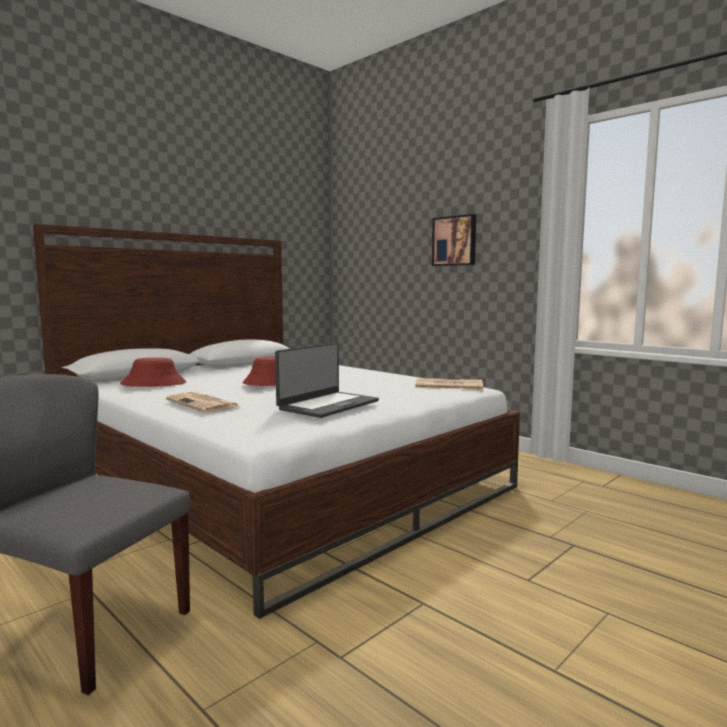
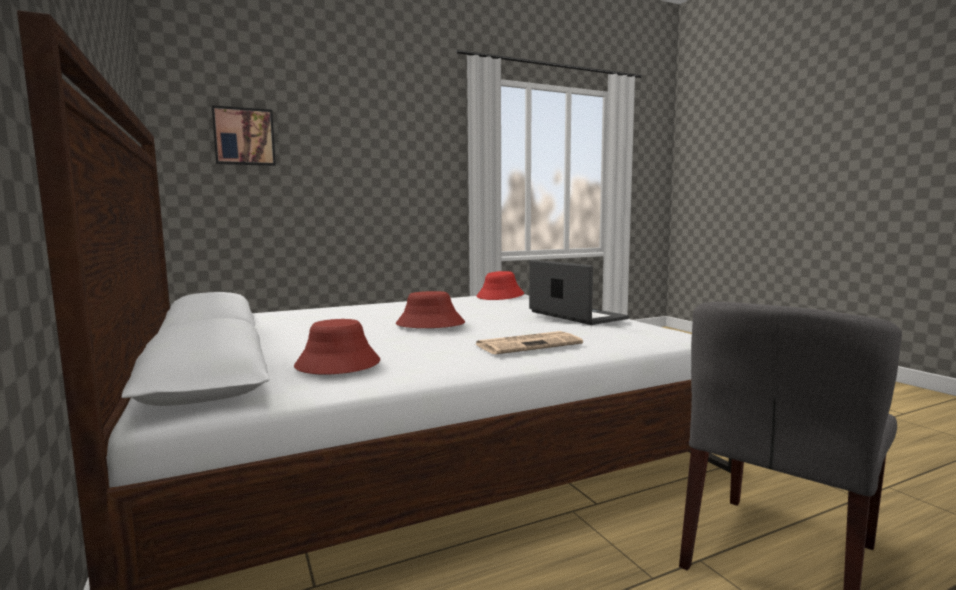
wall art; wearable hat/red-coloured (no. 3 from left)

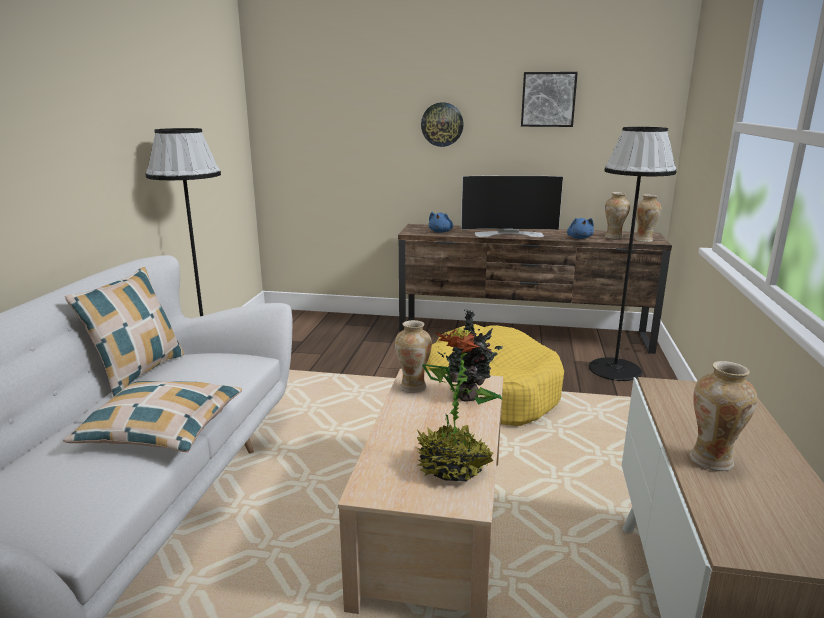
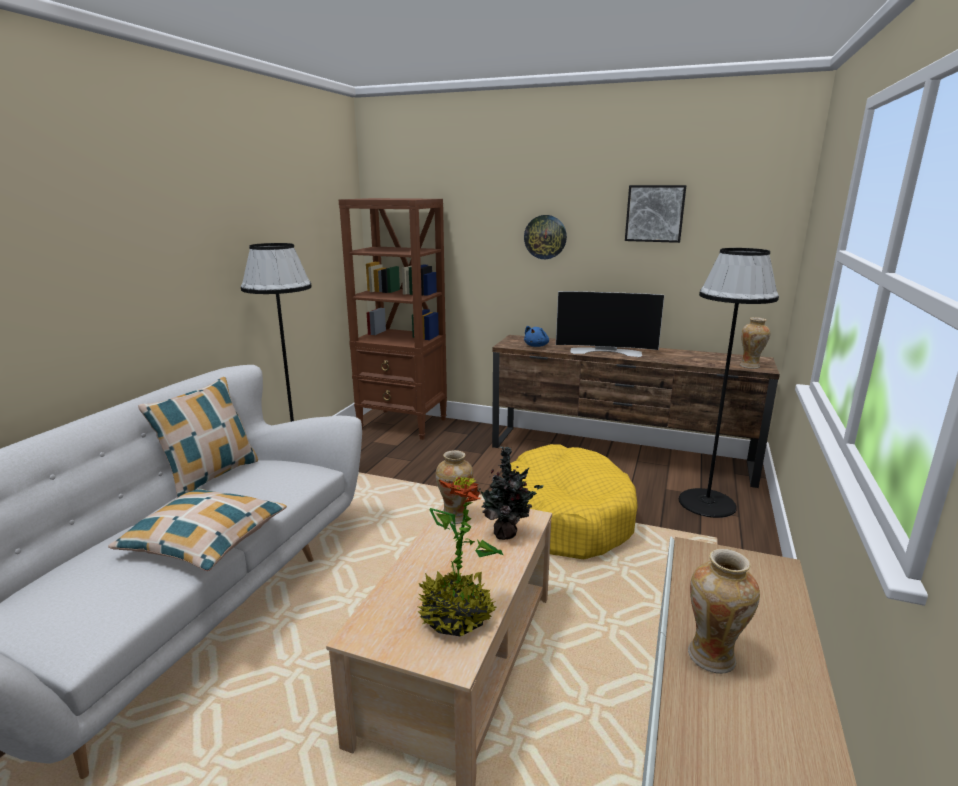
decorative vase (no. 2 from left in the first image); cuddly toy/bluish (no. 2 from left in the first image); bookcase/brown-coloured

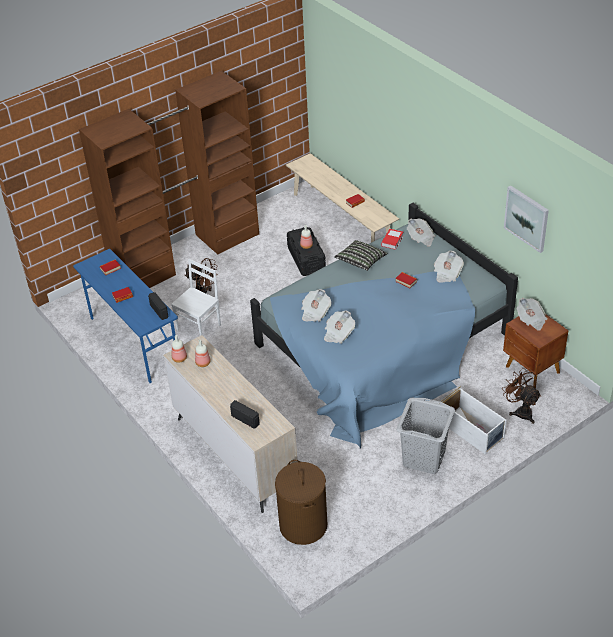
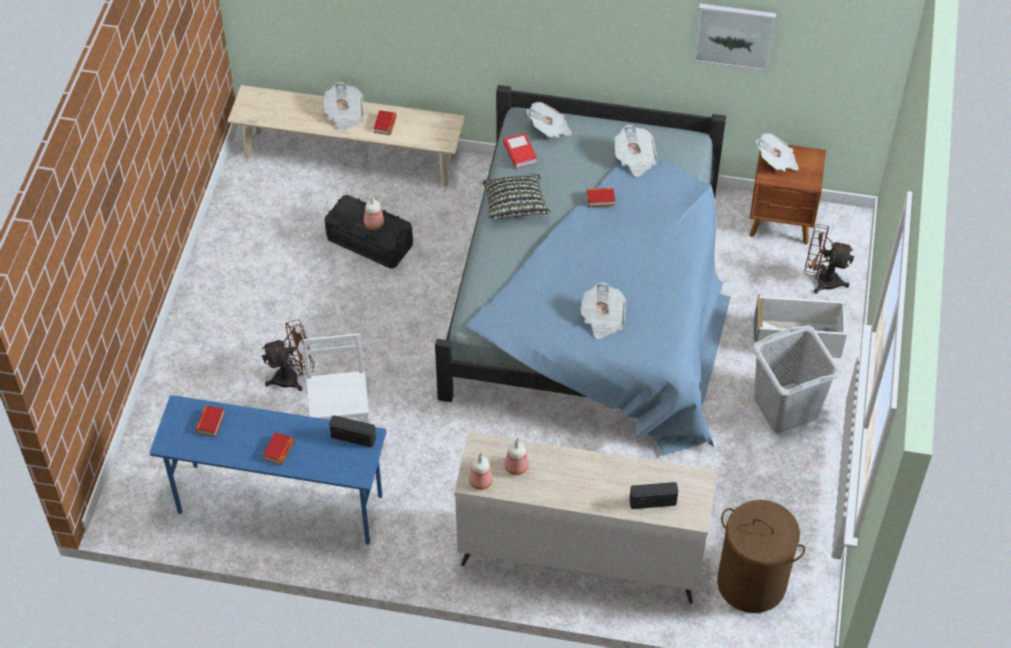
clothes cupboard/brown-coloured; newspaper (no. 1 from left)

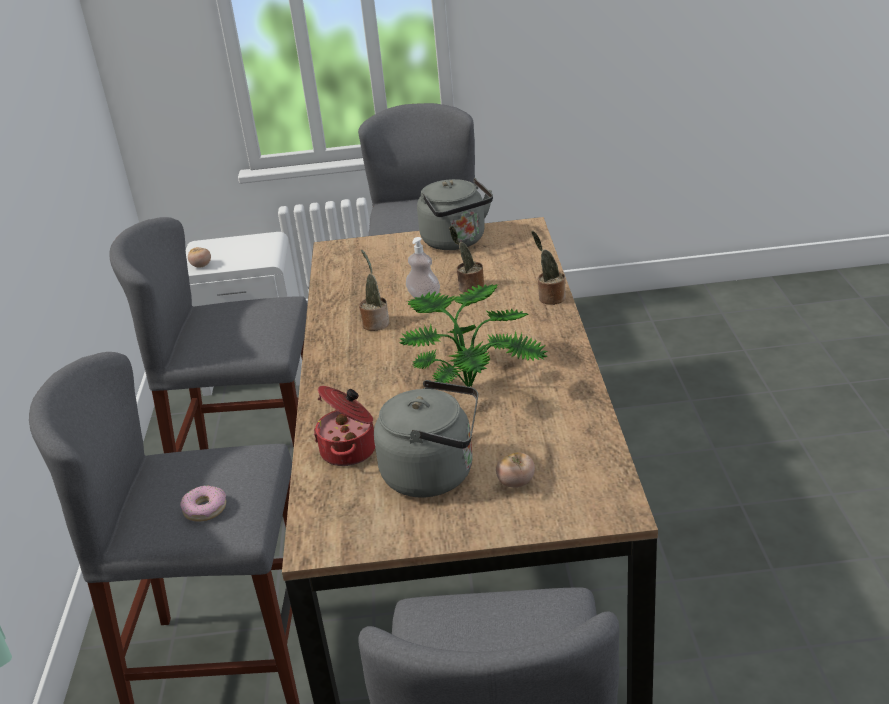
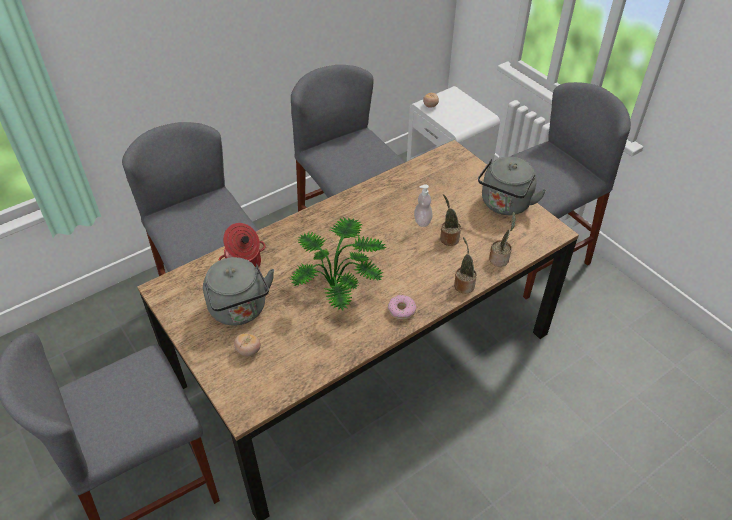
houseplant (no. 4 from left); donut

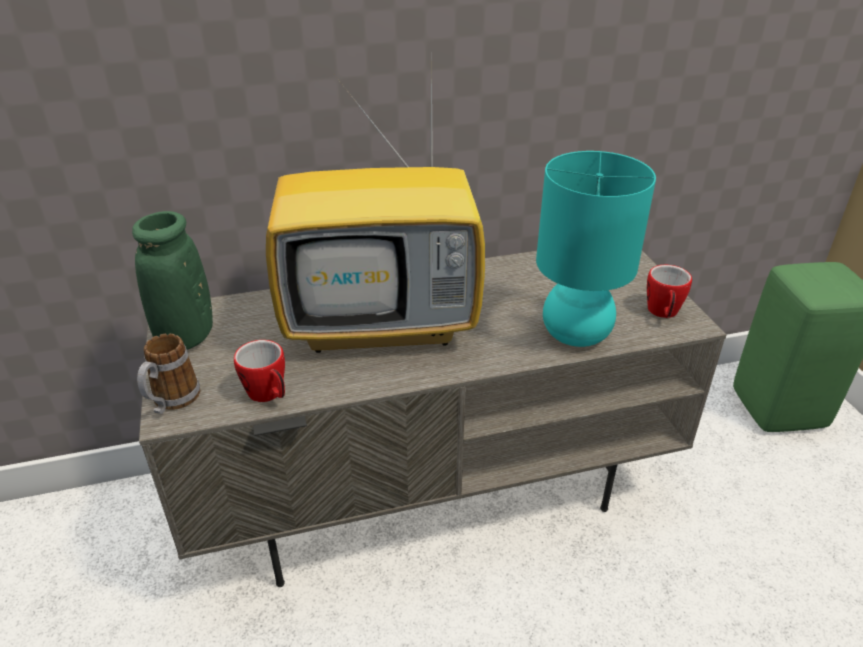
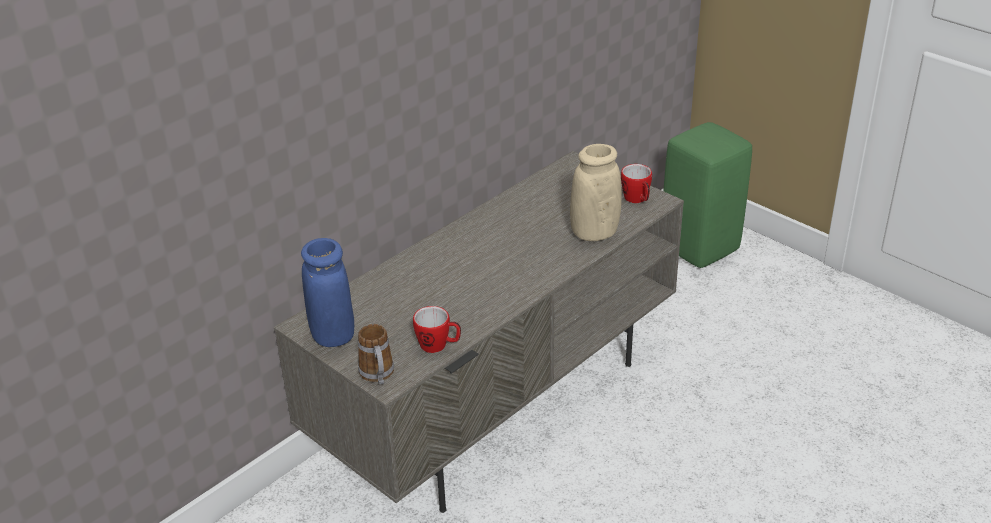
TV; decorative vase/beige; decorative vase/bluish

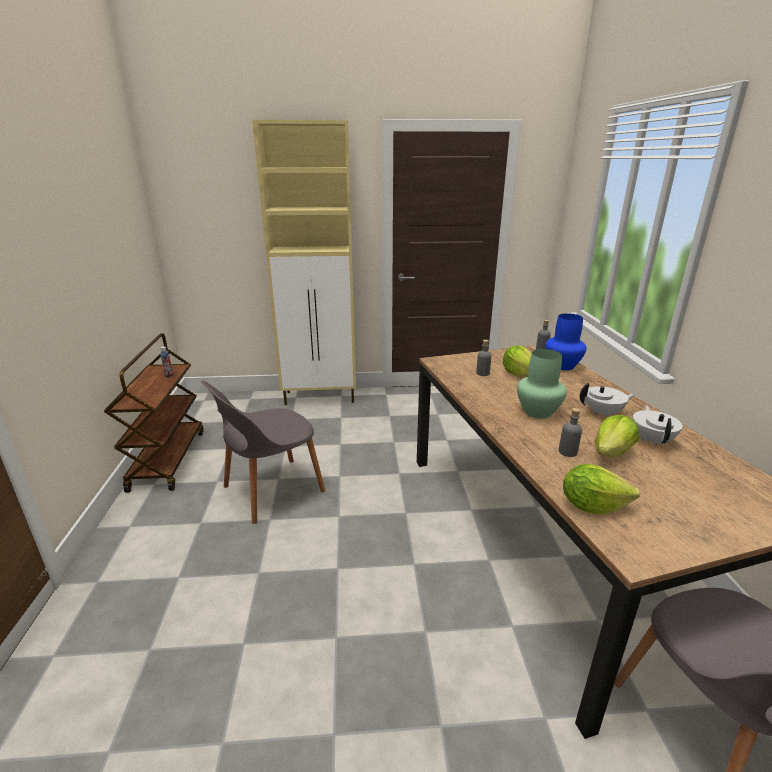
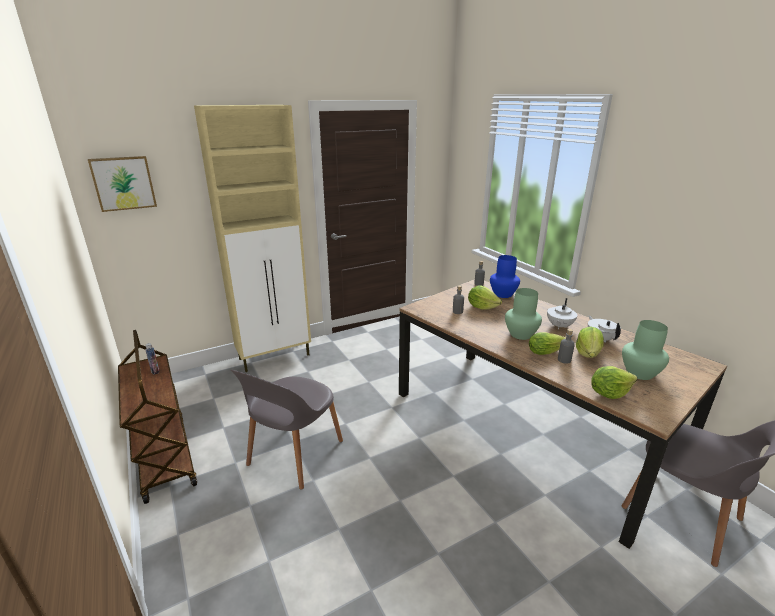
teapot/whitish (no. 1 from left); wall art; decorative vase/green-coloured (no. 2 from left); head of lettuce (no. 2 from left)

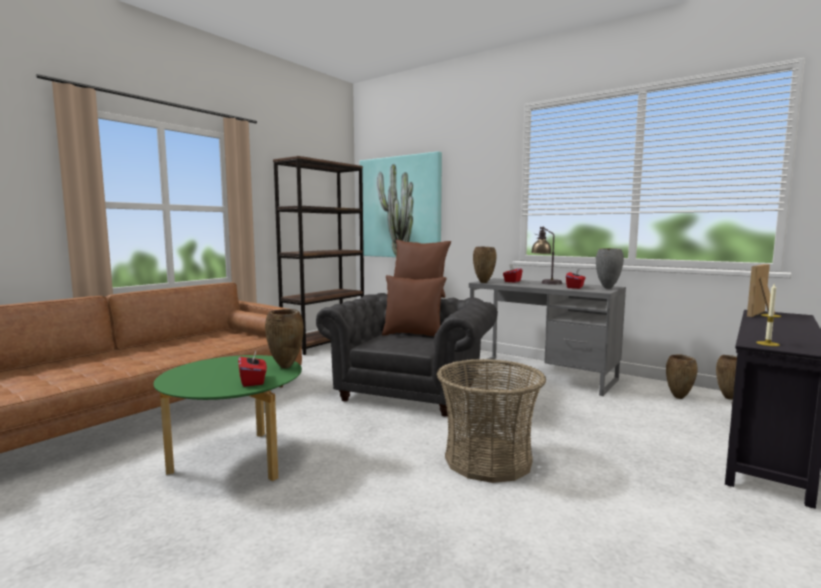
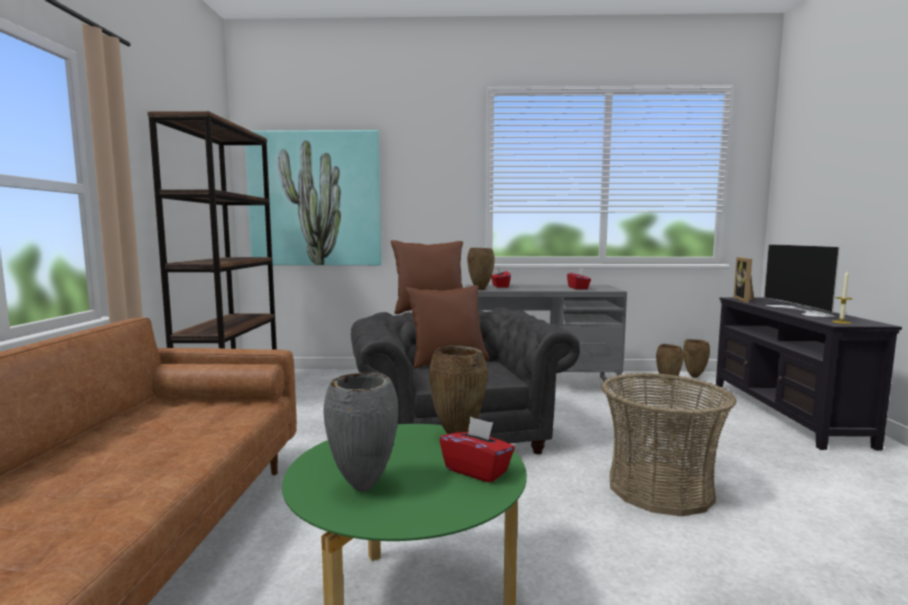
table lamp; decorative vase/gray; TV

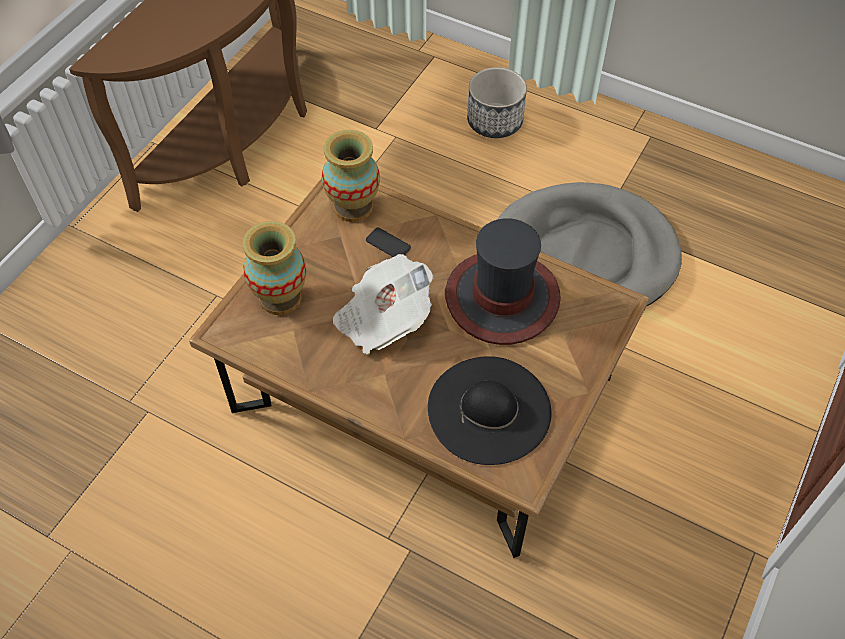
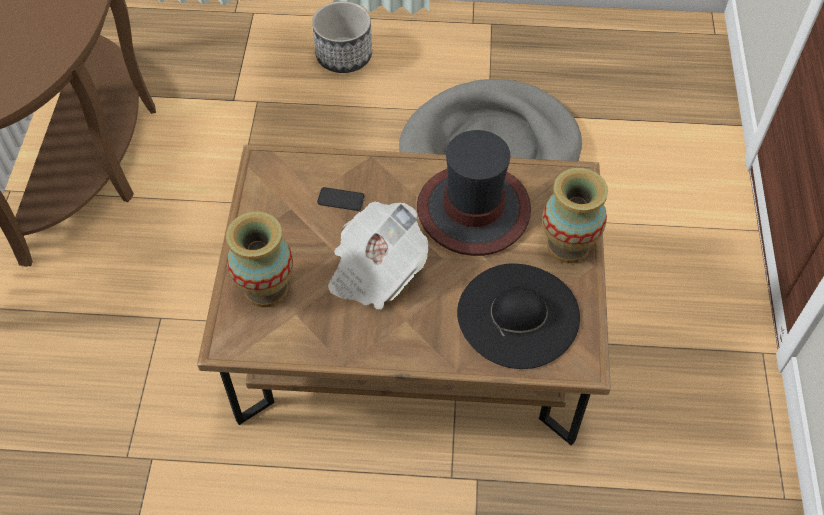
decorative vase (no. 2 from left)

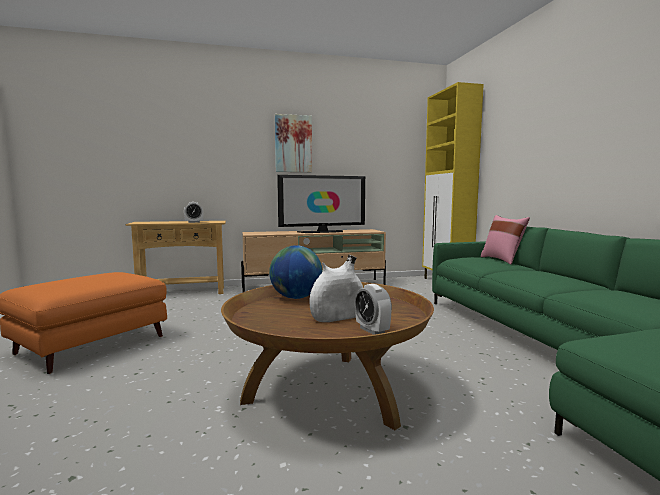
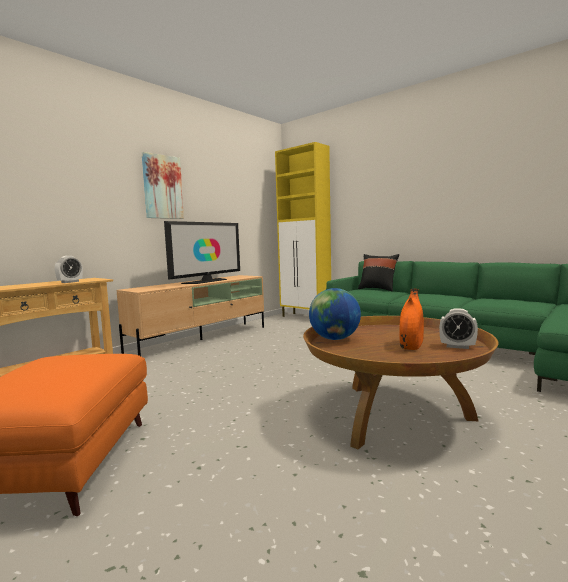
pillow/blackish; decorative vase/orange-coloured

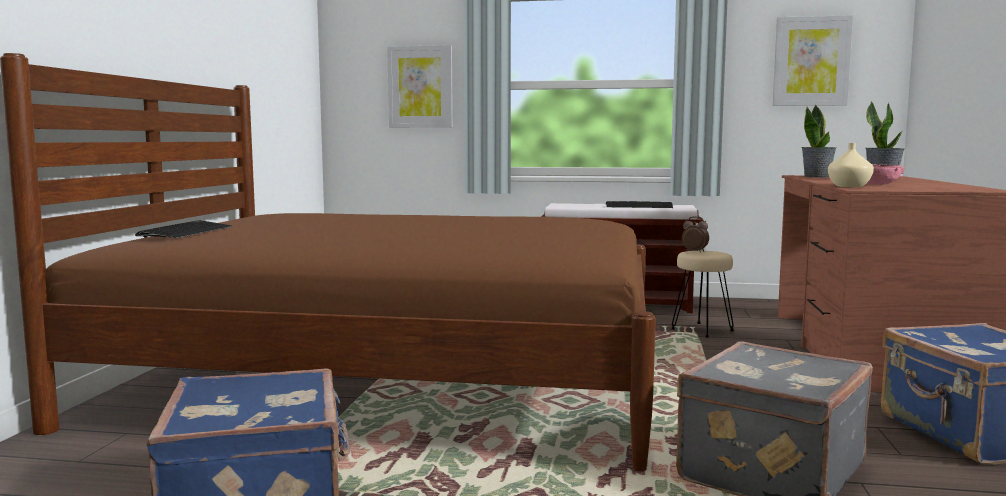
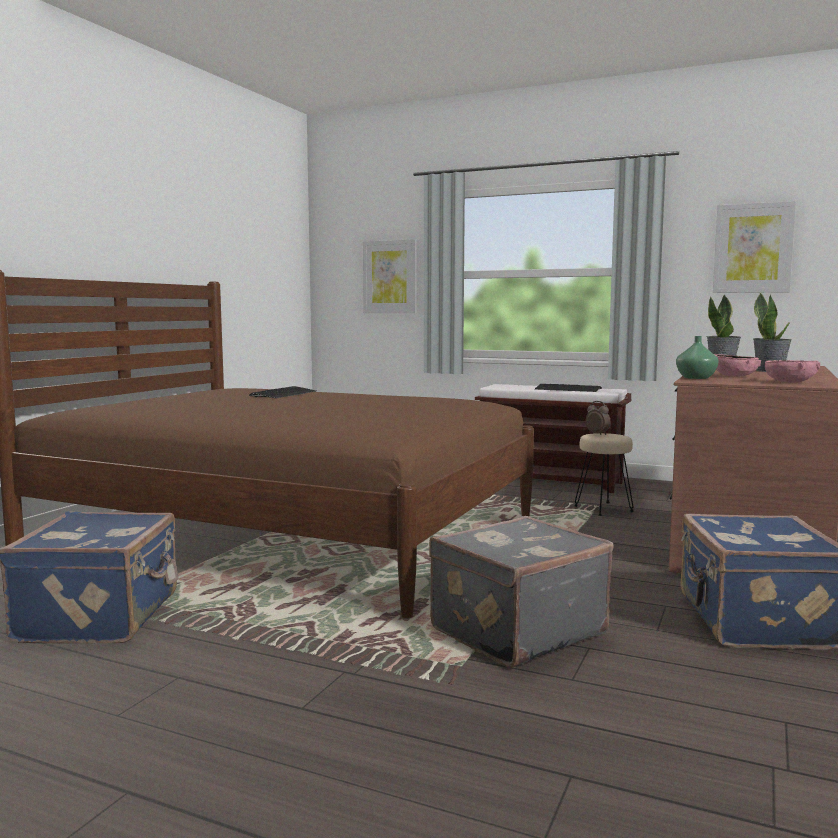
decorative vase/green-coloured; computer keyboard (no. 1 from left); bowl/pink (no. 2 from left)

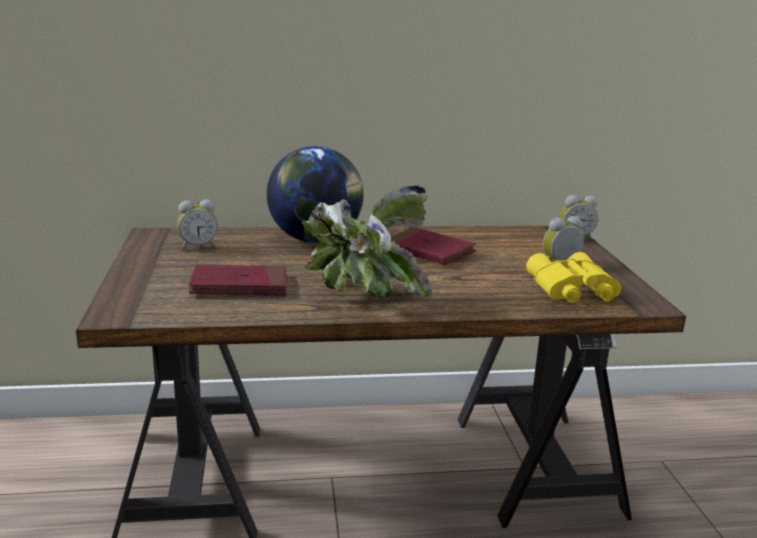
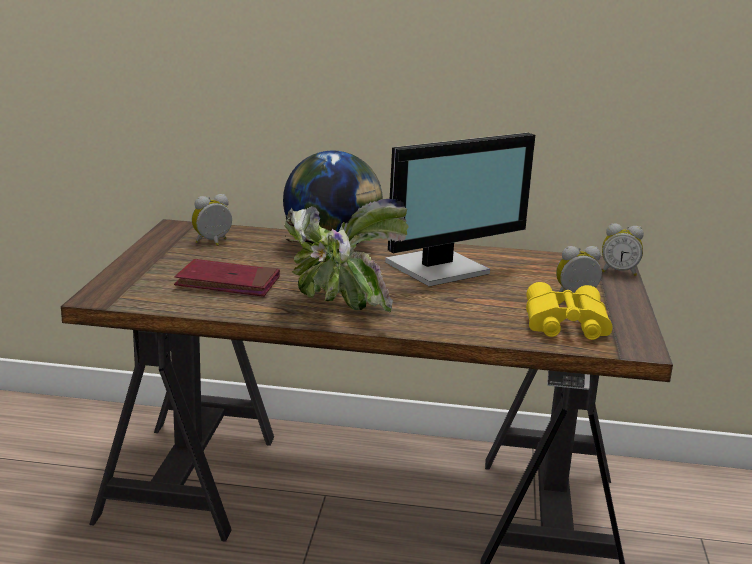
bedside clock (no. 1 from left); monitor

